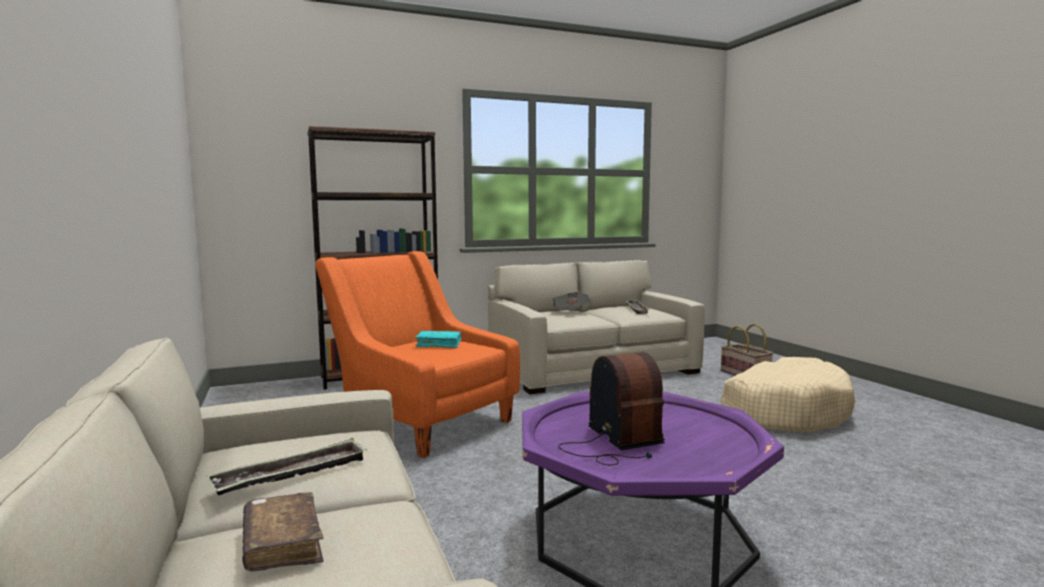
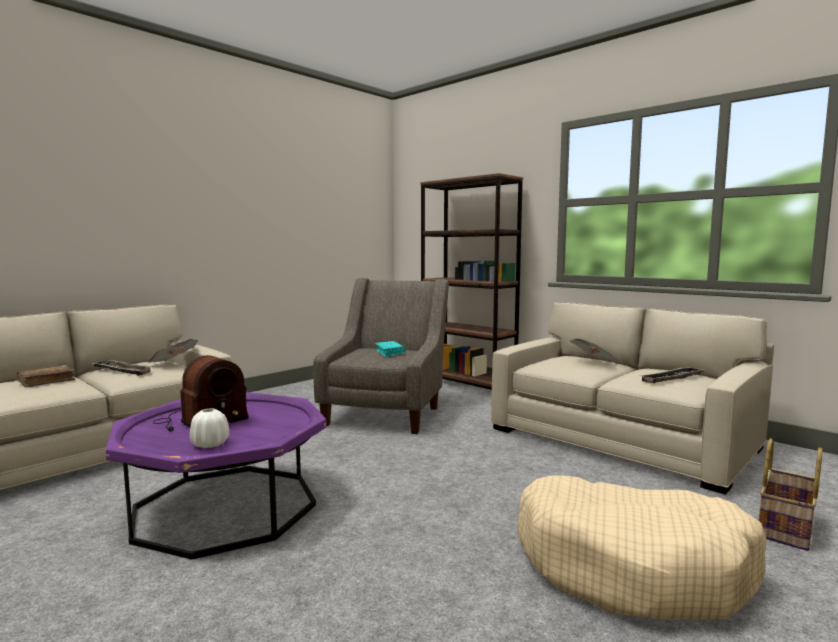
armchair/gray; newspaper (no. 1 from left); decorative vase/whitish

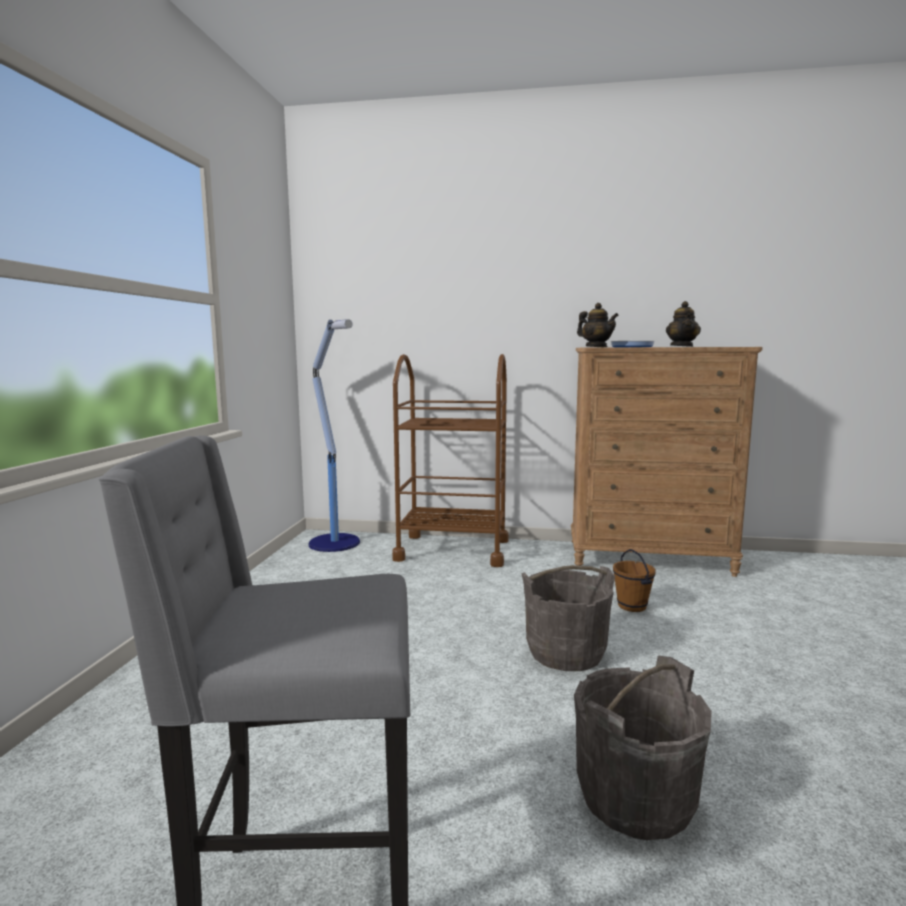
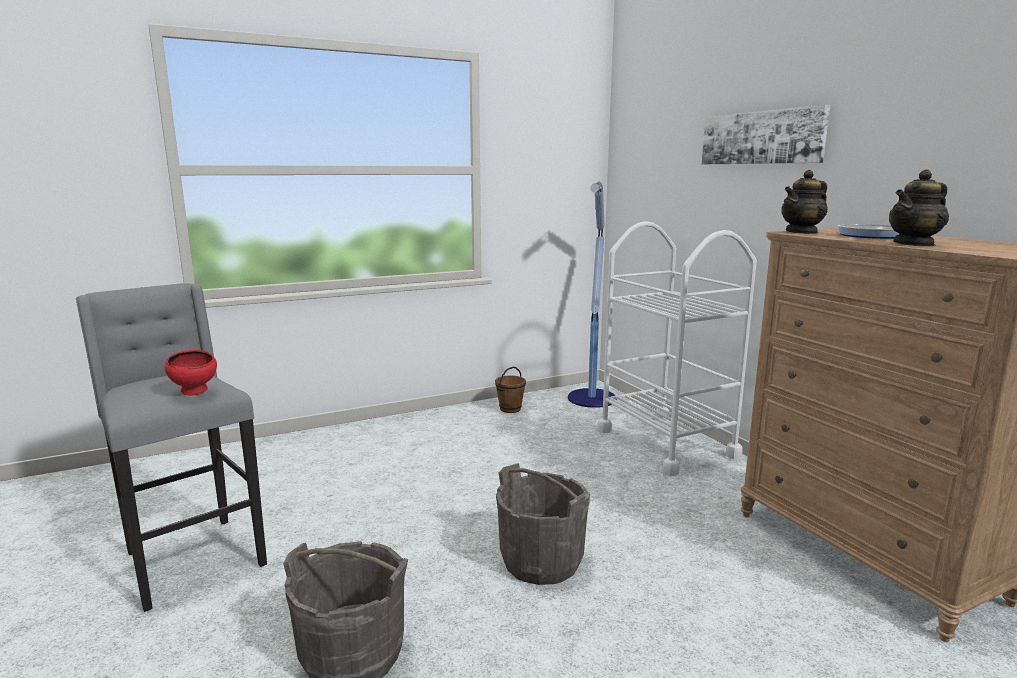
teapot (no. 1 from left); trolley/whitish; bucket/brown-coloured; wall art; bowl/red-coloured

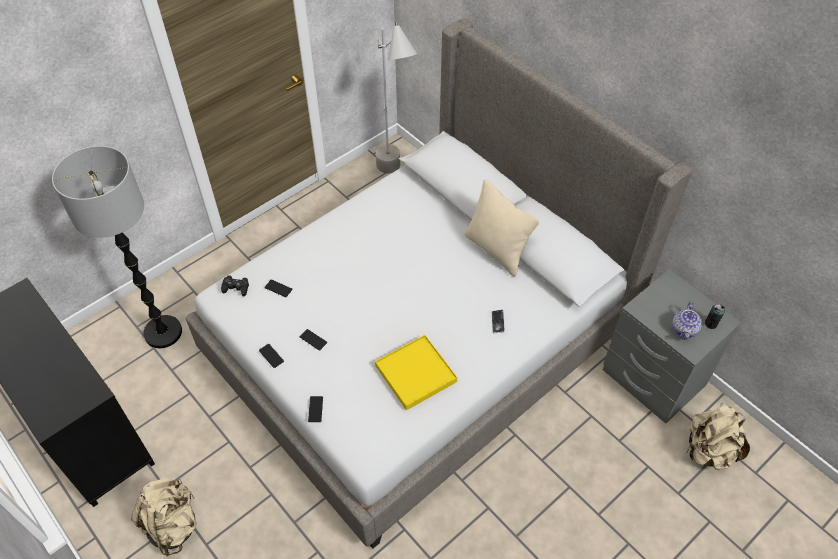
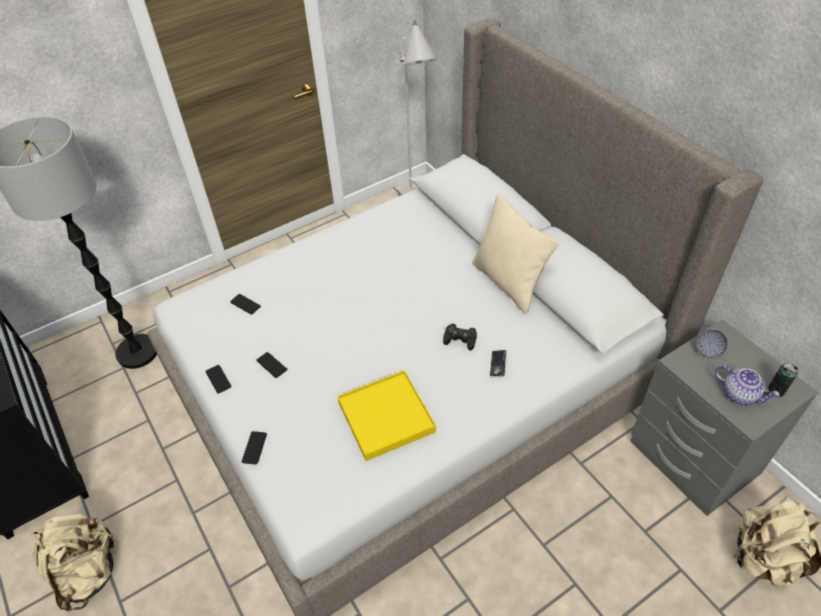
gamepad/blackish; teapot; bowl

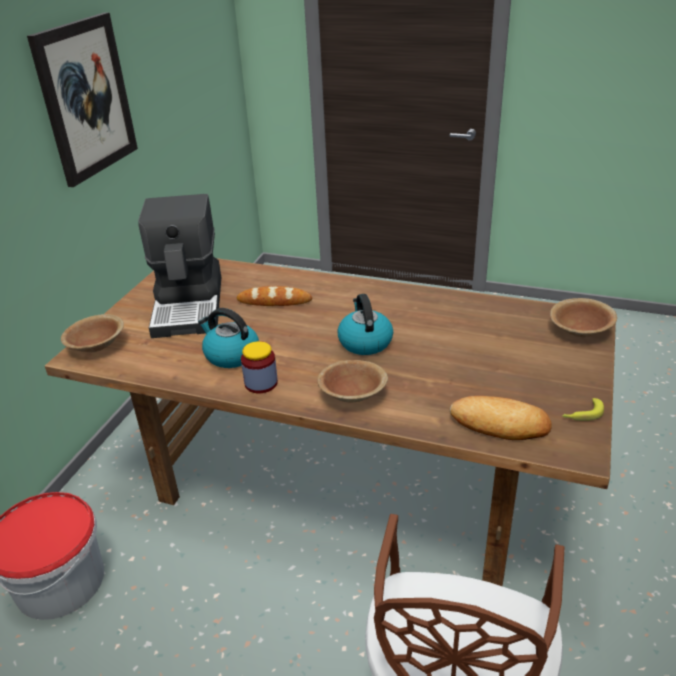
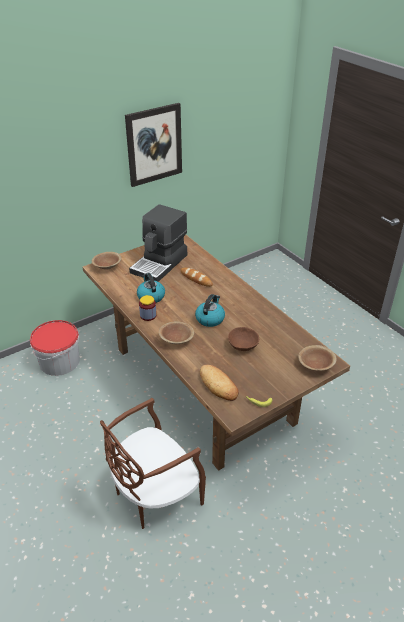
bowl/brown-coloured (no. 3 from left)

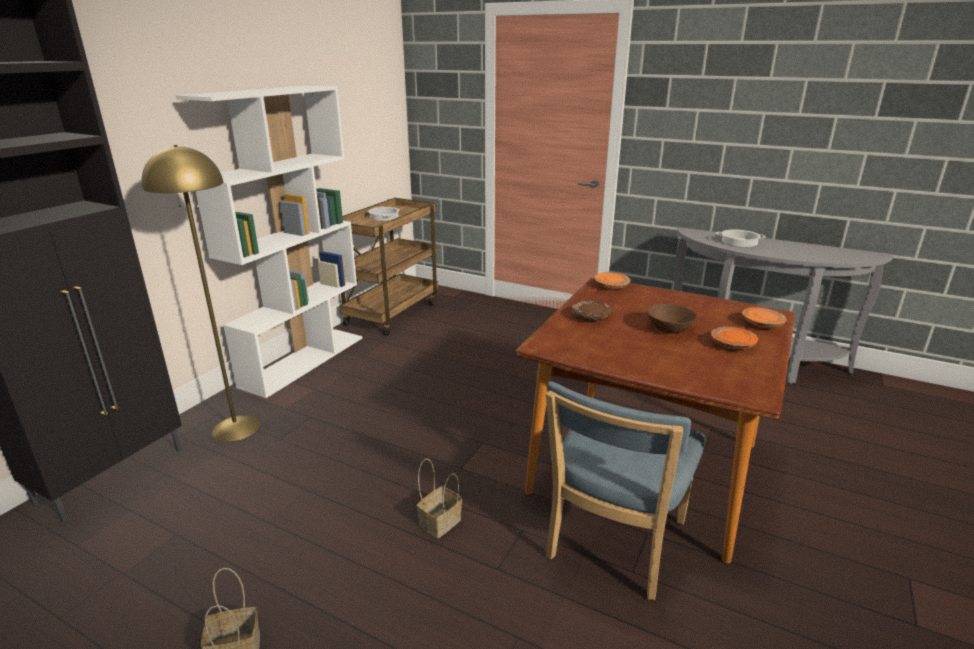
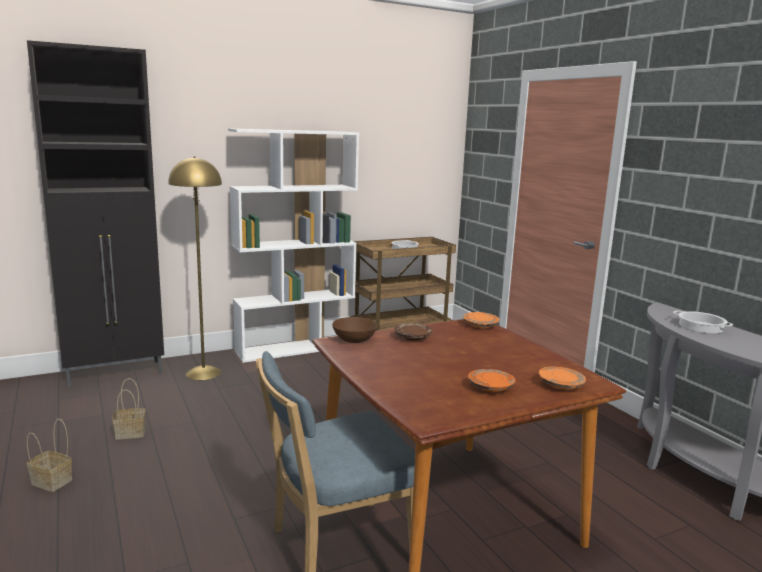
bowl/brown-coloured; household basket (no. 2 from left)

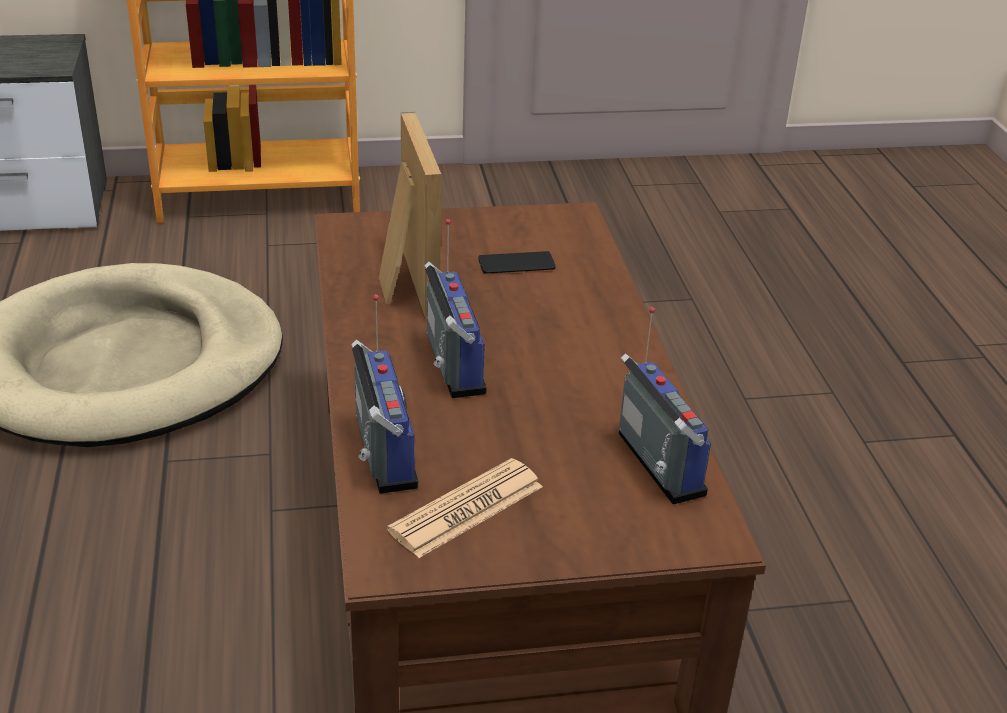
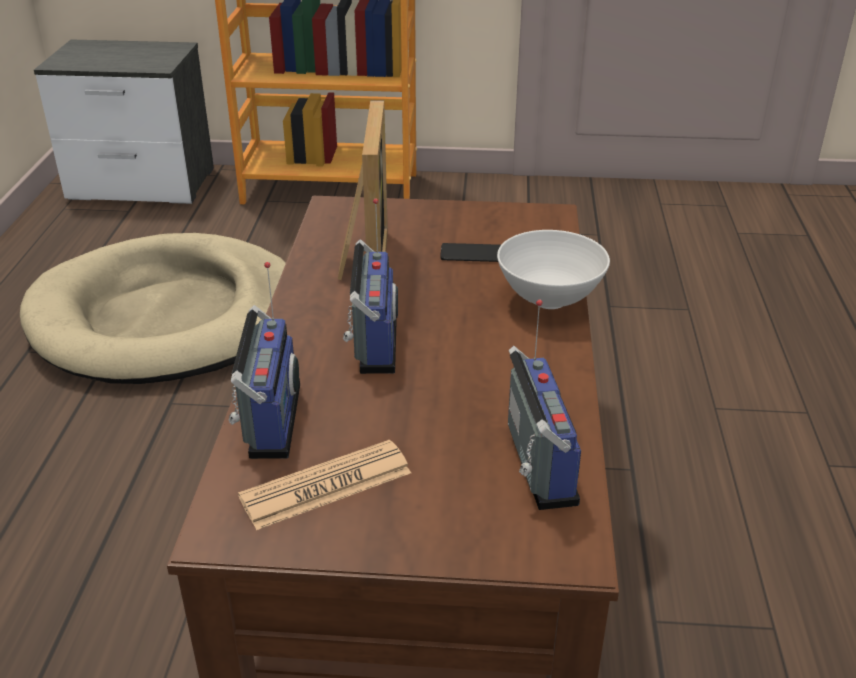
bowl/whitish

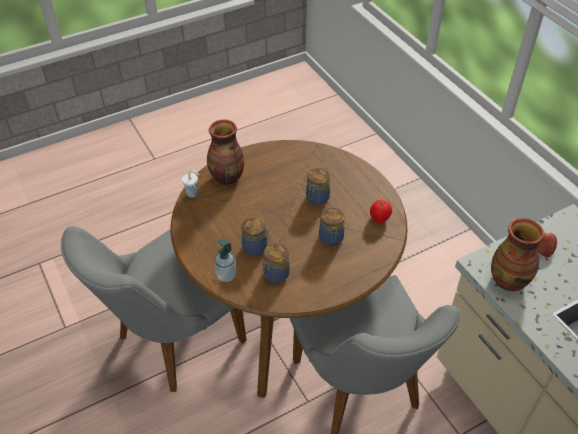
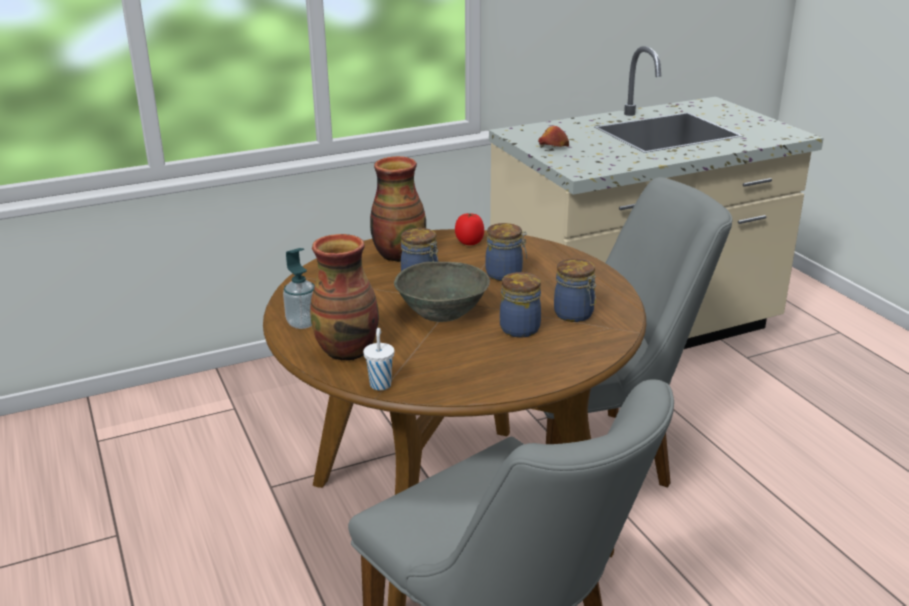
decorative vase (no. 2 from left); soap bottle; bowl/gray

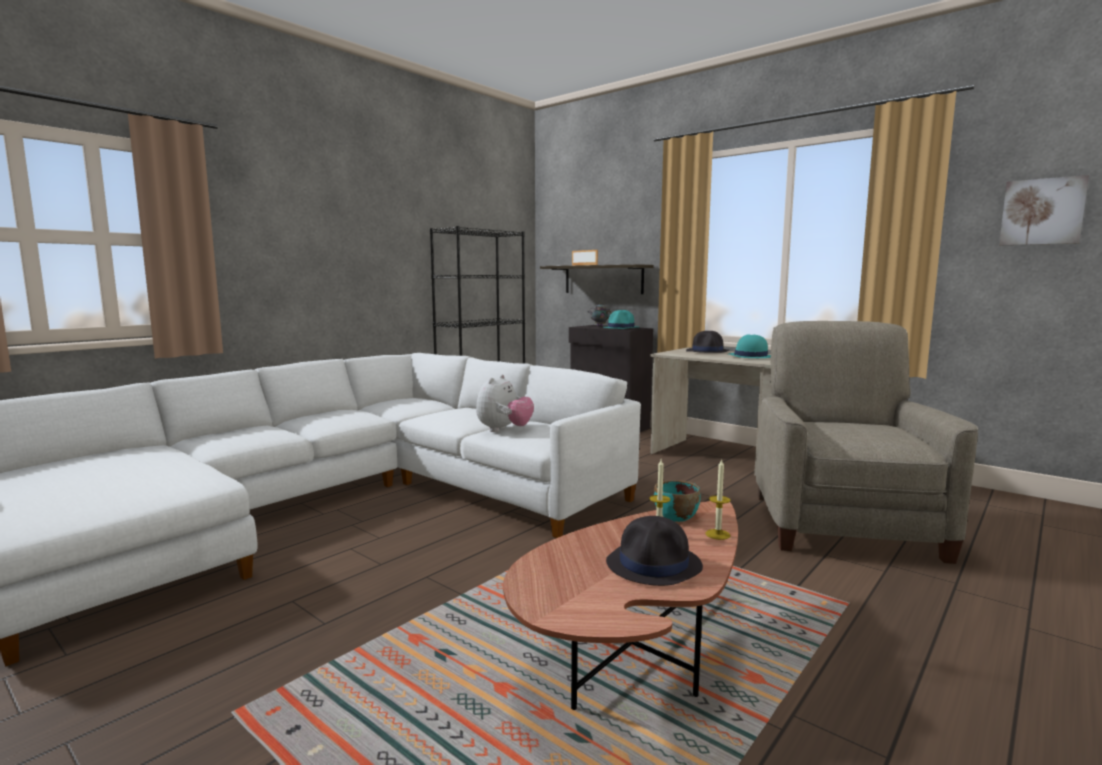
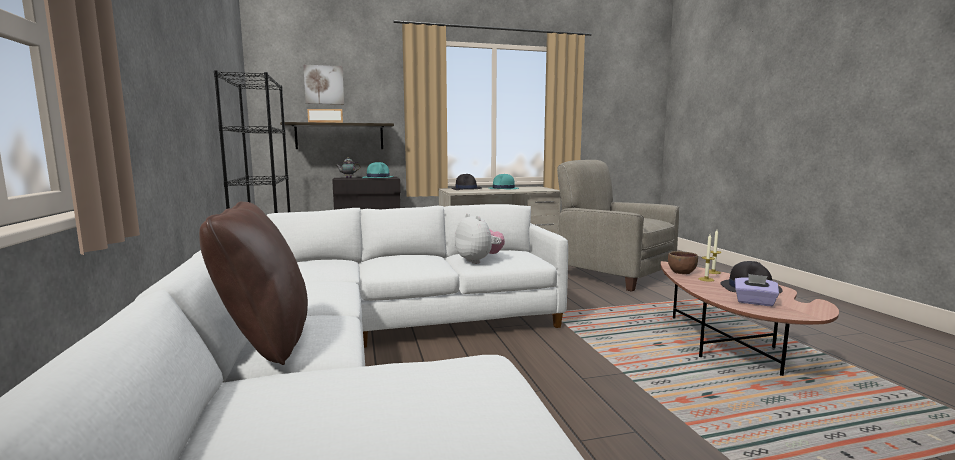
wall art; bowl/brown-coloured; pillow/brown-coloured; box of tissues/purplish

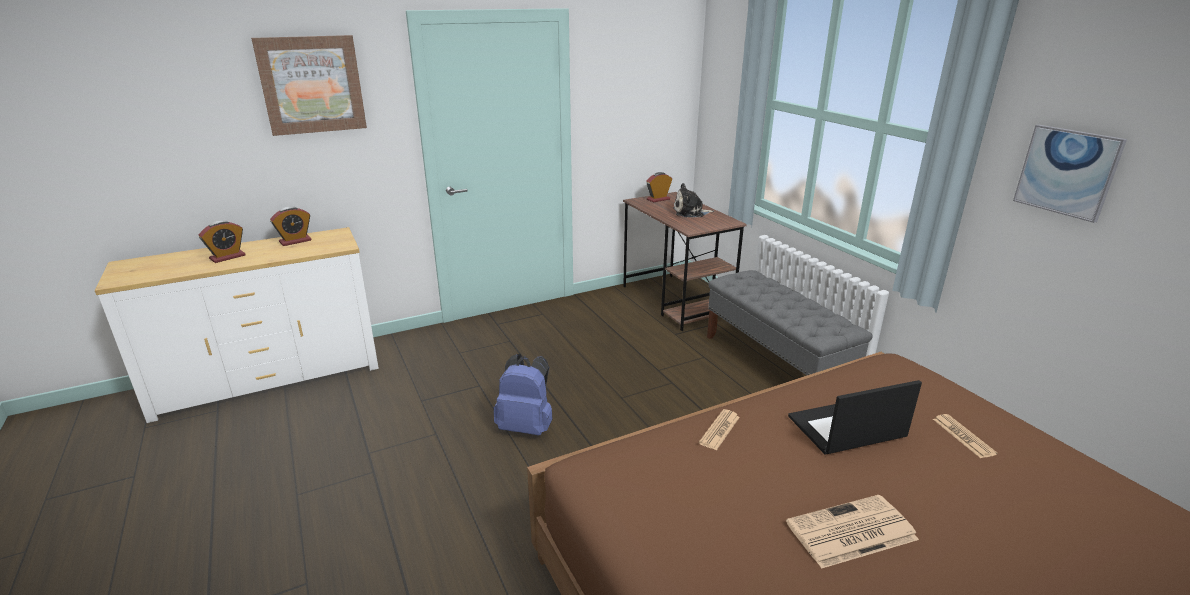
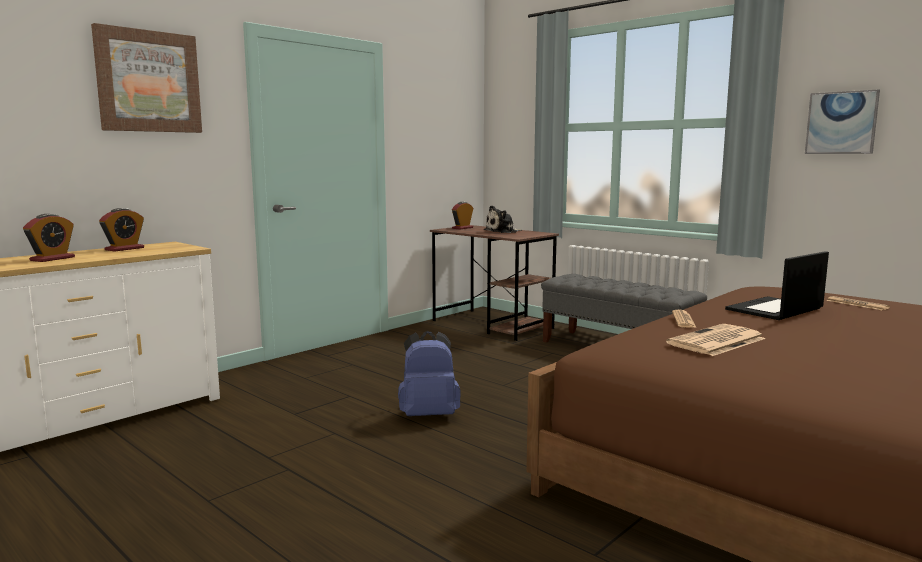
newspaper (no. 2 from left)

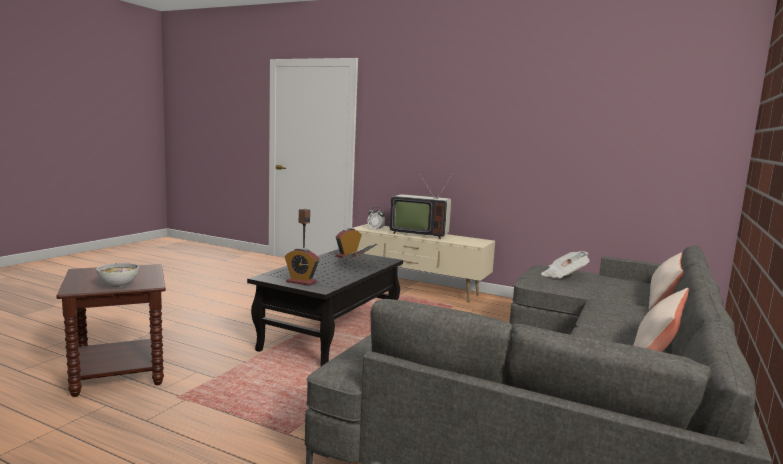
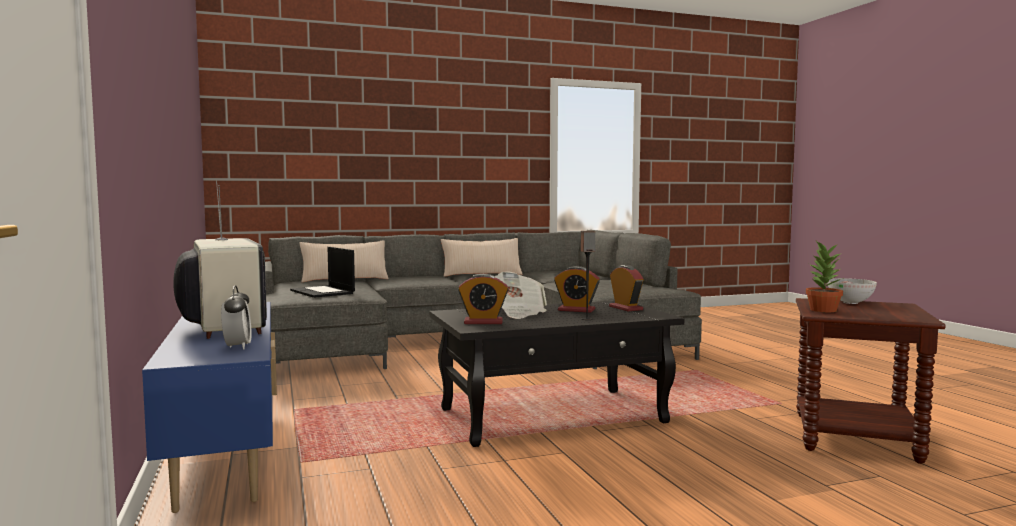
tv unit/bluish; notebook computer; houseplant; bedside clock (no. 3 from left)

